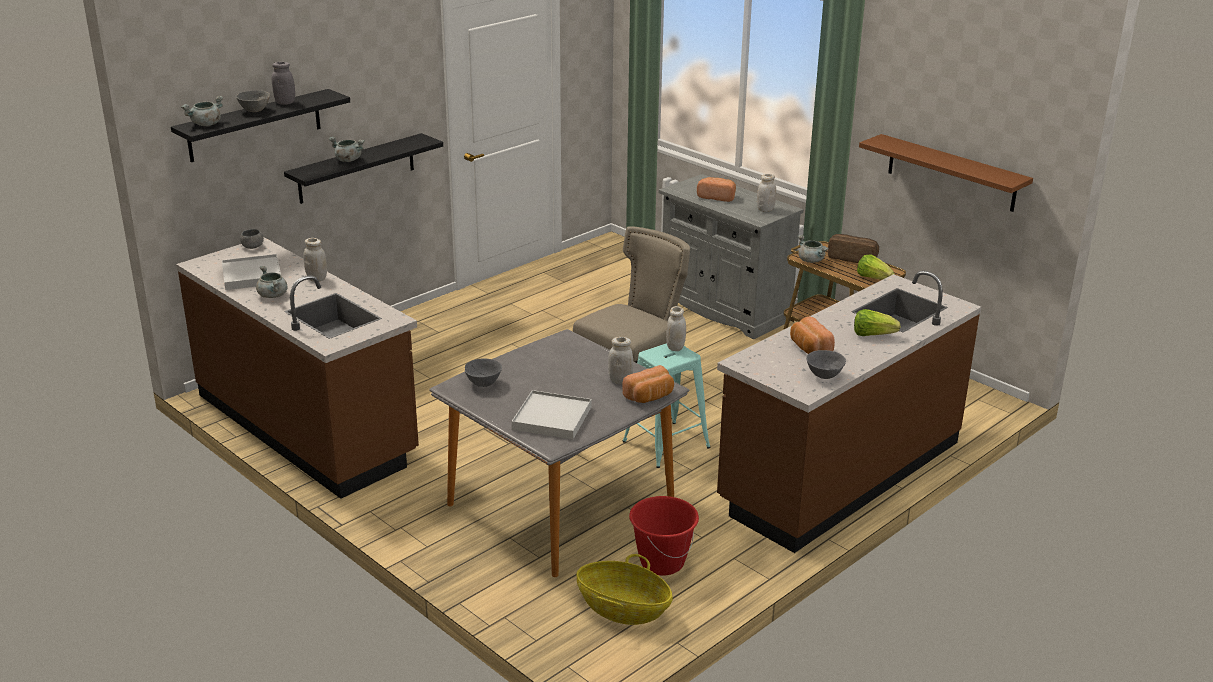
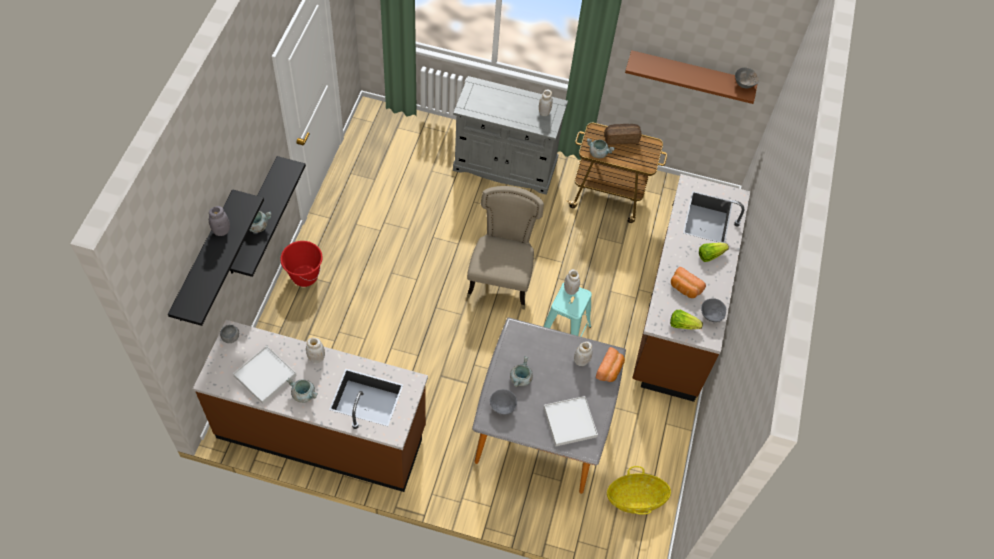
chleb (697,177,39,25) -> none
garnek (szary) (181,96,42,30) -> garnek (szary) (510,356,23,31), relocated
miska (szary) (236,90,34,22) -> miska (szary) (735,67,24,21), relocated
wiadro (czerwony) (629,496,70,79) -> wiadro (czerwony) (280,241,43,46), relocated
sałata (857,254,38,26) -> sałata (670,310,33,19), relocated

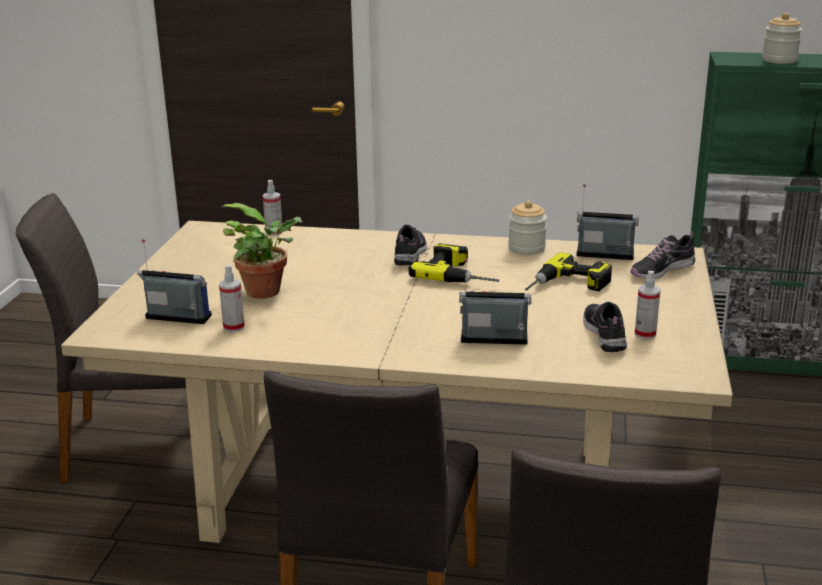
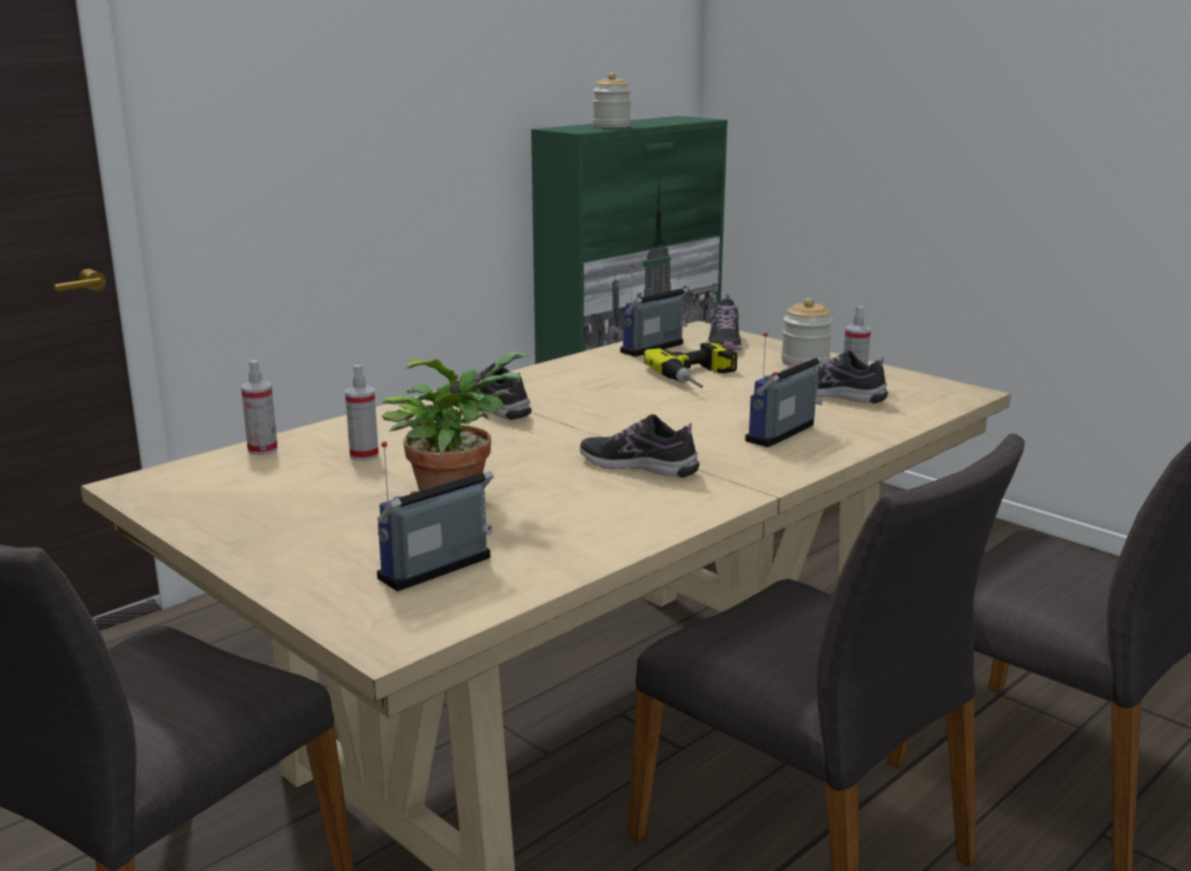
wiertarka (409,244,90,38) -> none
none -> but (580,414,119,64)
spryskiwacz (219,265,26,67) -> spryskiwacz (345,365,34,96), relocated
słoik (508,201,39,54) -> słoik (781,298,52,69), relocated

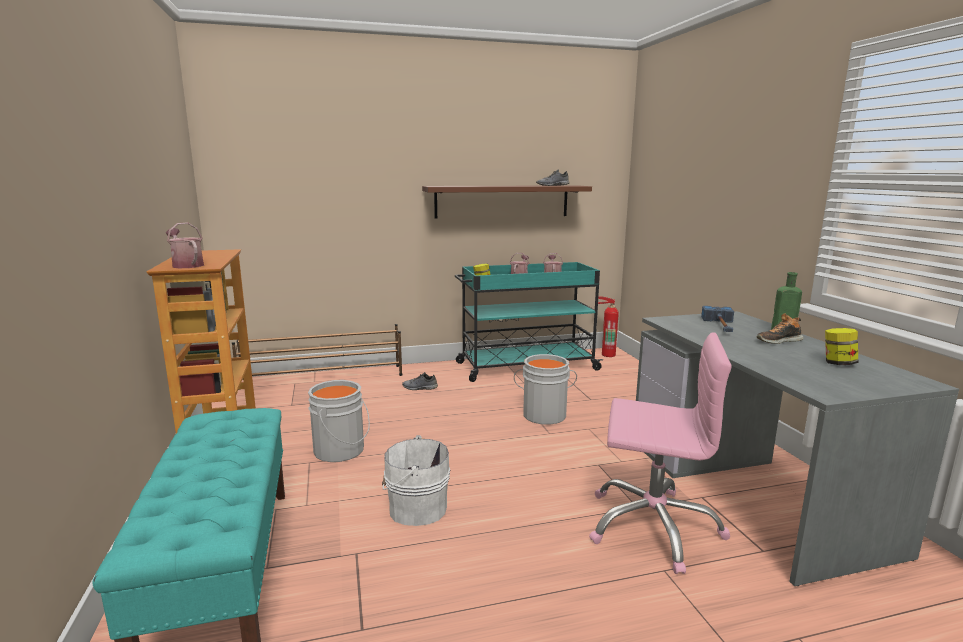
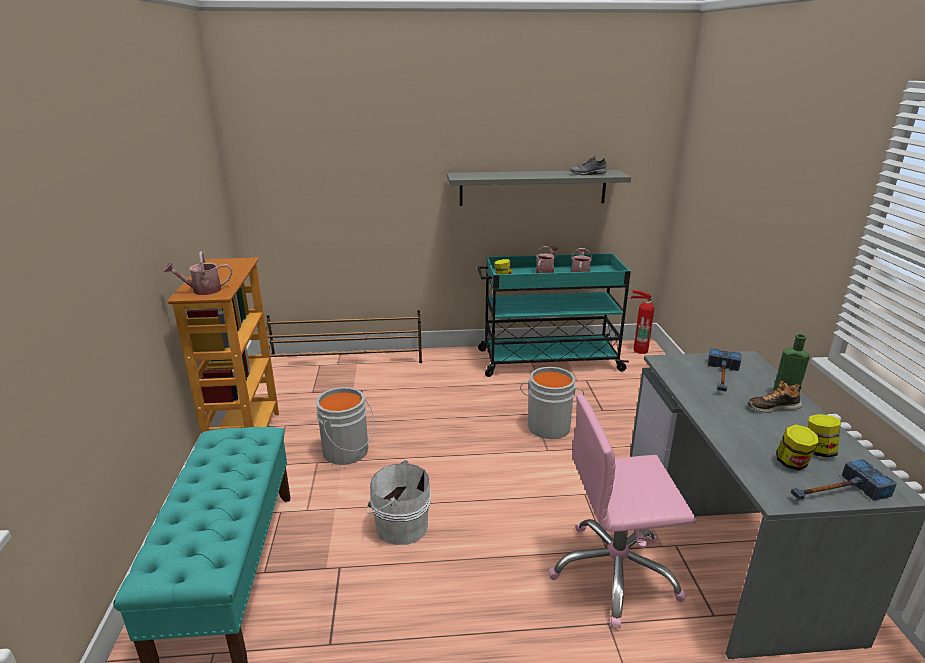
but (szary) (402,372,36,18) -> none
none -> słoik (776,424,42,47)
none -> młotek (791,459,106,42)
półka (brązowy) (422,185,170,33) -> półka (szary) (447,170,184,36)
konewka (166,222,38,46) -> konewka (163,251,69,44), 75 degrees counterclockwise
krzesło biurowe (różowy) (589,332,143,242) -> krzesło biurowe (różowy) (548,394,148,234), 150 degrees clockwise

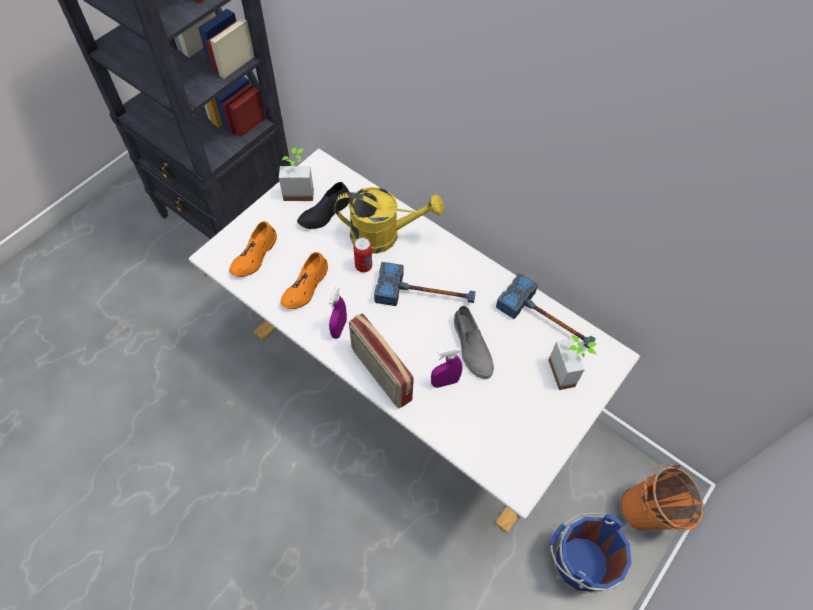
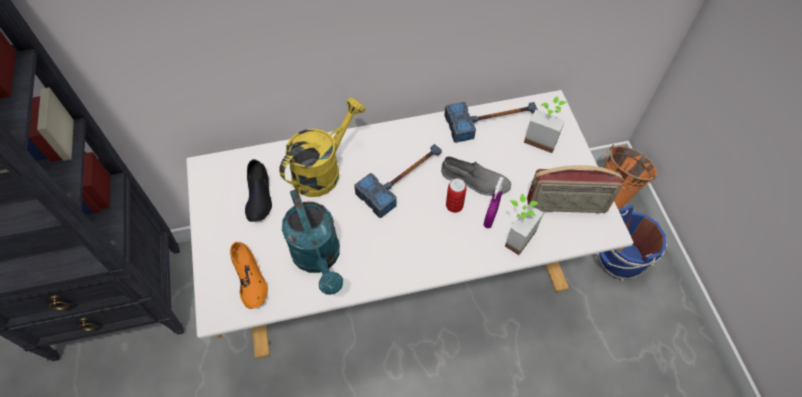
spryskiwacz (fioletowy) (329,286,18,53) -> none
roślina doniczkowa (279,147,35,54) -> roślina doniczkowa (505,194,39,61), relocated
radio (349,313,65,95) -> radio (527,165,96,48), relocated
puszka (354,237,18,36) -> puszka (446,178,21,35), relocated
but (pomarańczowy) (280,252,48,57) -> konewka (turkusowy) (282,189,61,106)

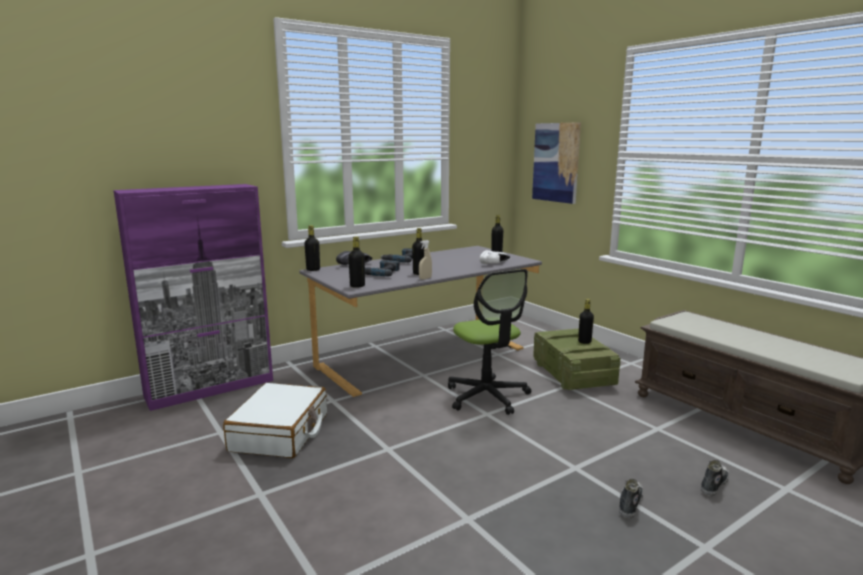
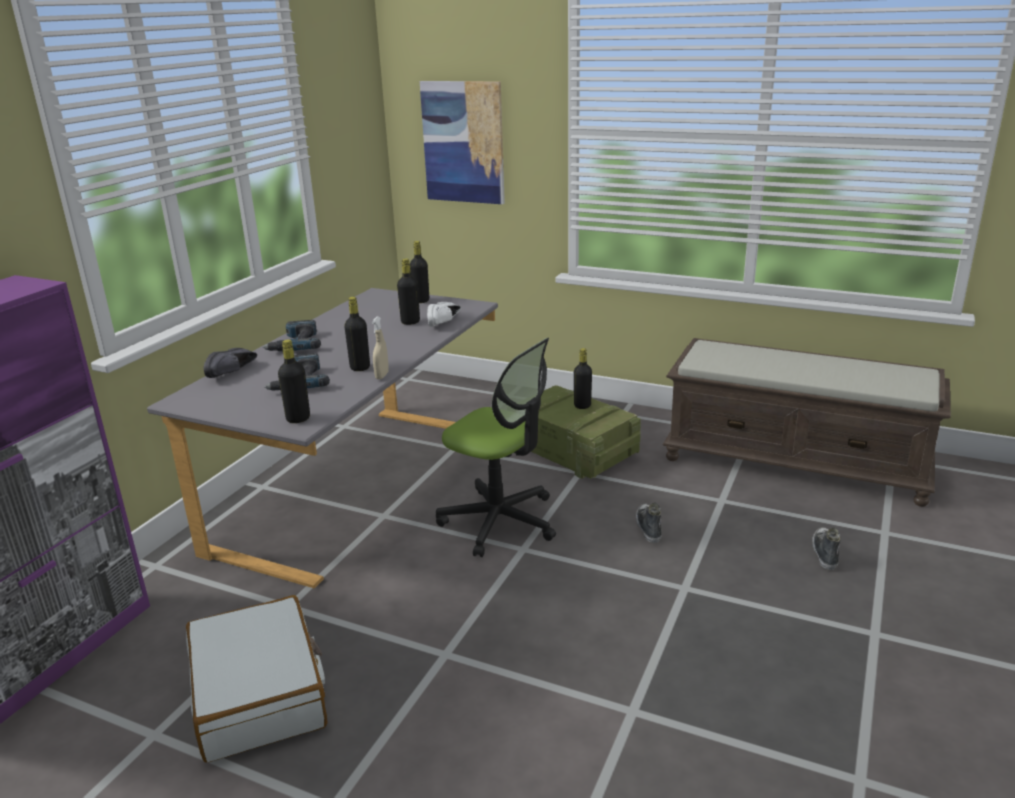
butelka (czarny) (304,225,16,46) -> butelka (czarny) (397,259,23,66), relocated
but (619,479,24,40) -> but (636,503,26,40), relocated

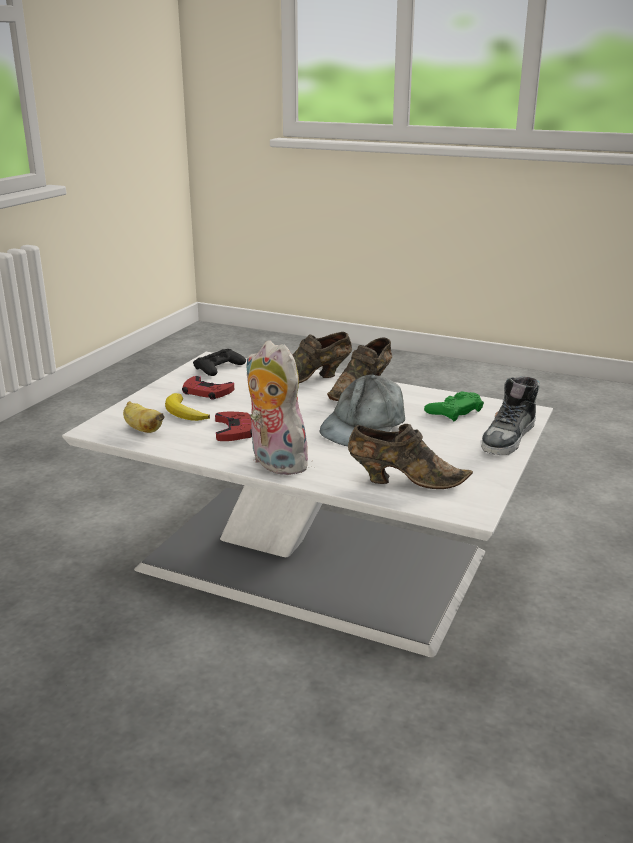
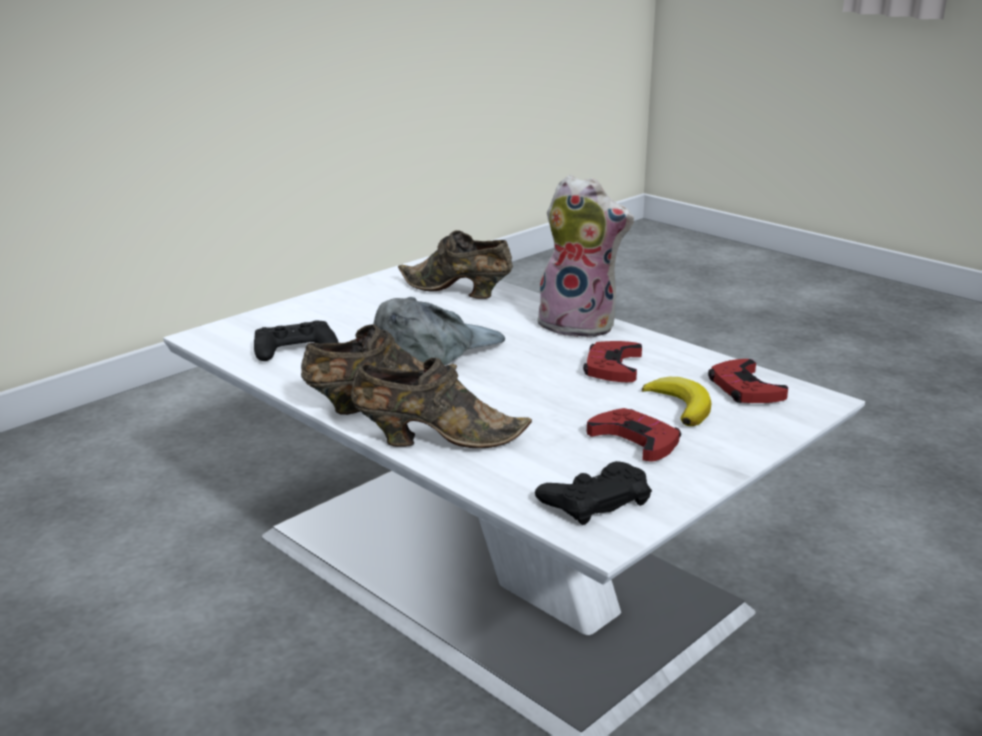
but (481,376,59,79) -> none
banan (123,401,42,32) -> pad do gier (czerwony) (708,359,80,44)
pad do gier (zielony) (424,391,60,30) -> pad do gier (czarny) (254,320,85,41)
pluszak (246,340,63,135) -> pluszak (534,175,100,163), 45 degrees counterclockwise

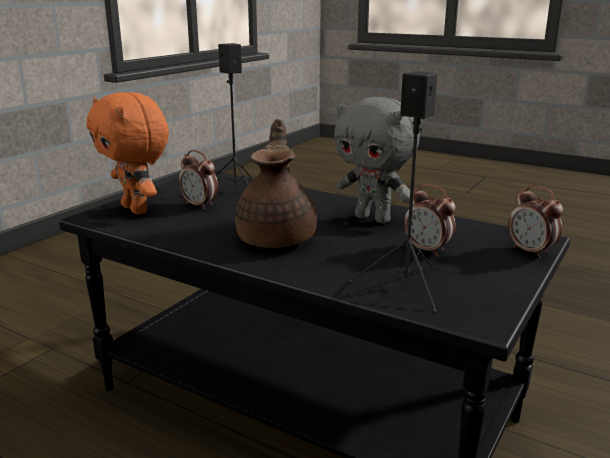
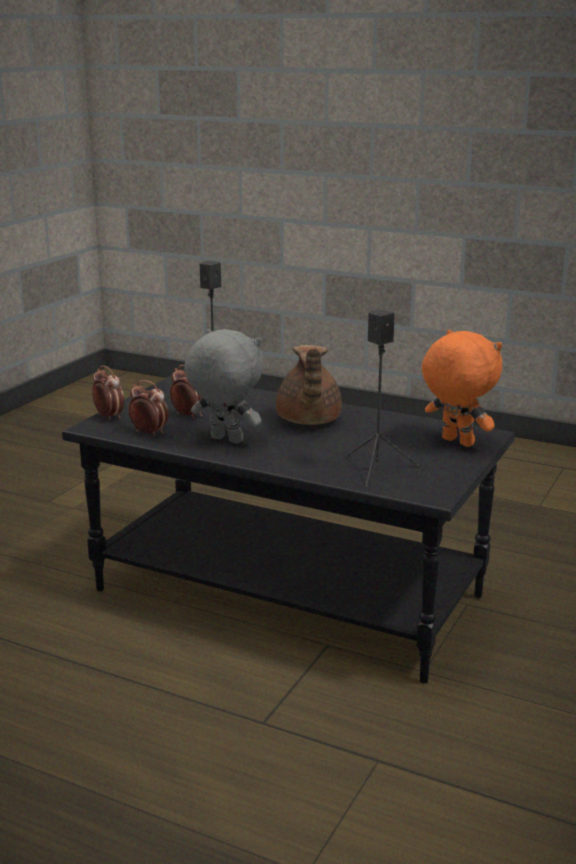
budzik (179,150,39,60) -> budzik (129,380,39,56), relocated

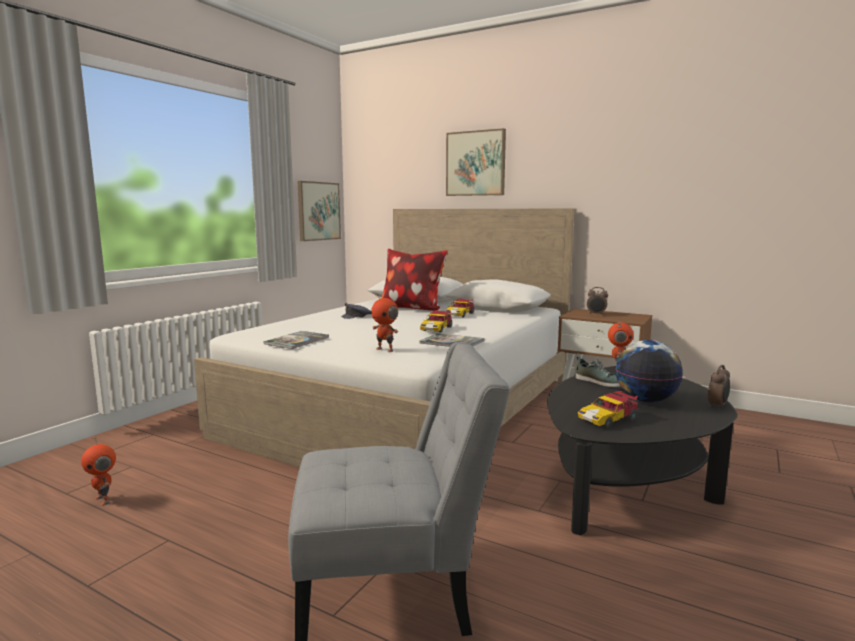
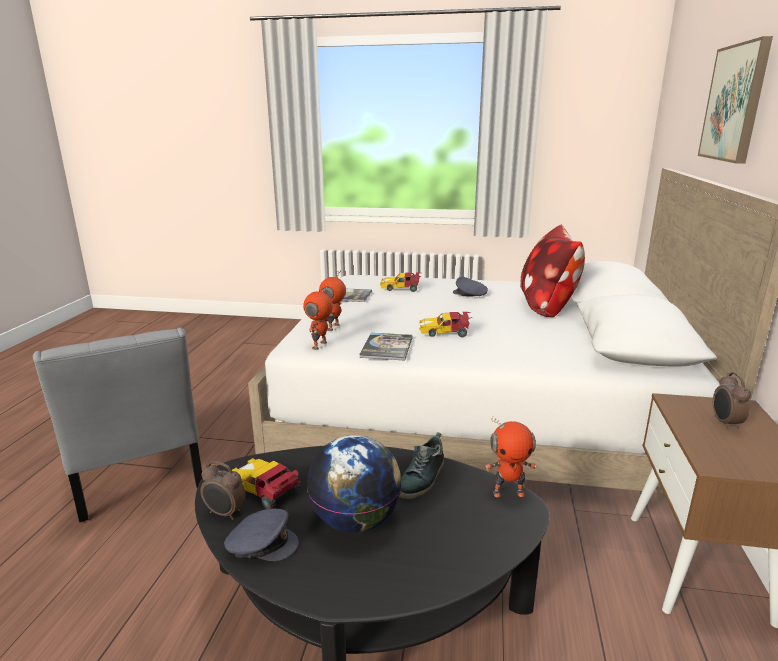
obraz (297,181,44,60) -> none
none -> czapka z daszkiem (szary) (224,508,75,53)
robot zabawkowy (81,436,35,70) -> robot zabawkowy (303,284,30,66), relocated
samochodzik (446,298,28,19) -> samochodzik (380,273,41,19), relocated
budzik (708,365,22,44) -> budzik (200,461,46,59), relocated

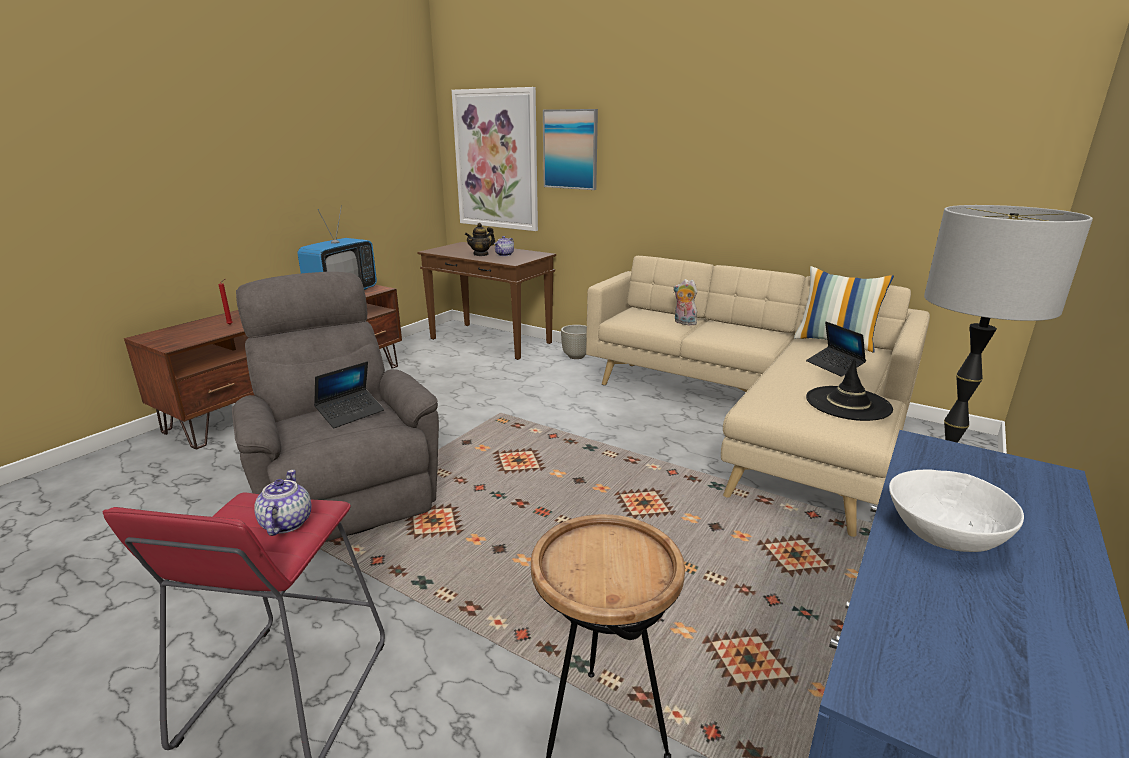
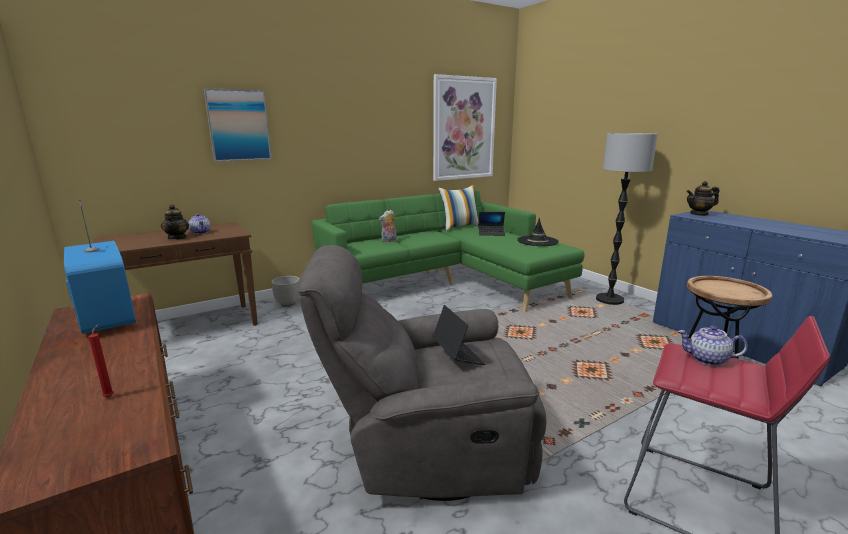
miska (biały) (889,470,135,82) -> none
none -> imbryk (686,181,34,35)
obraz (452,87,86,144) -> obraz (433,74,64,107), relocated
kanapa (beżowy) (586,256,344,281) -> kanapa (zielony) (312,190,272,122)

